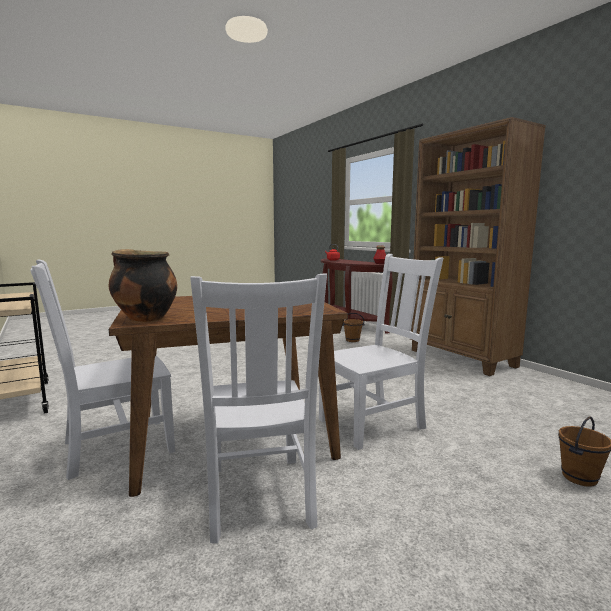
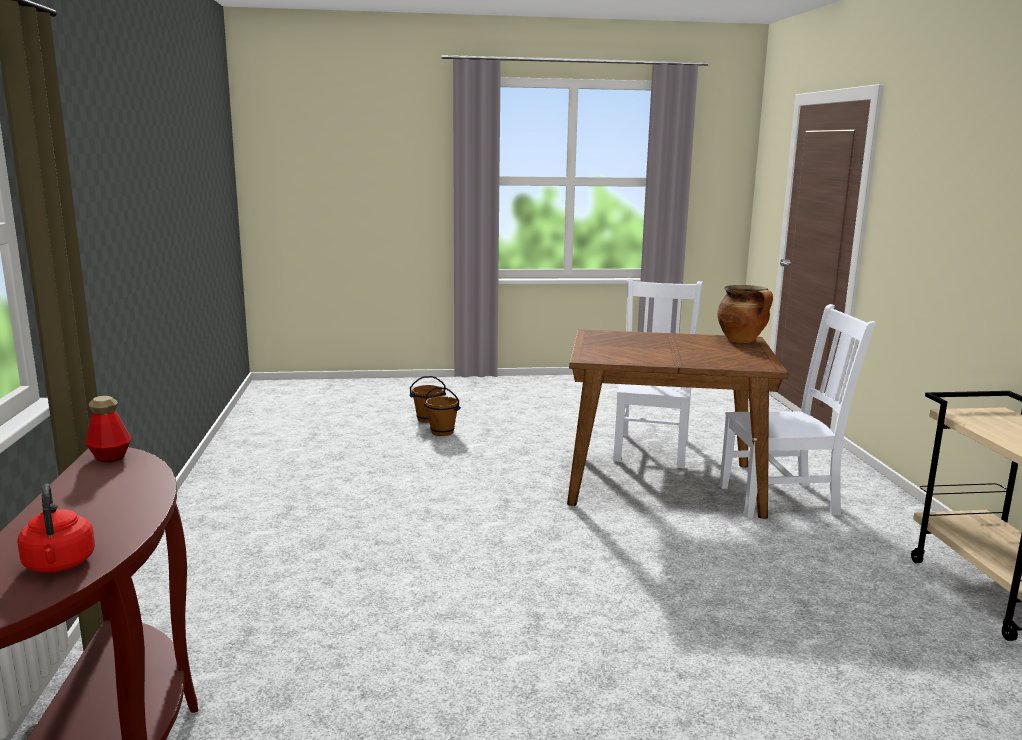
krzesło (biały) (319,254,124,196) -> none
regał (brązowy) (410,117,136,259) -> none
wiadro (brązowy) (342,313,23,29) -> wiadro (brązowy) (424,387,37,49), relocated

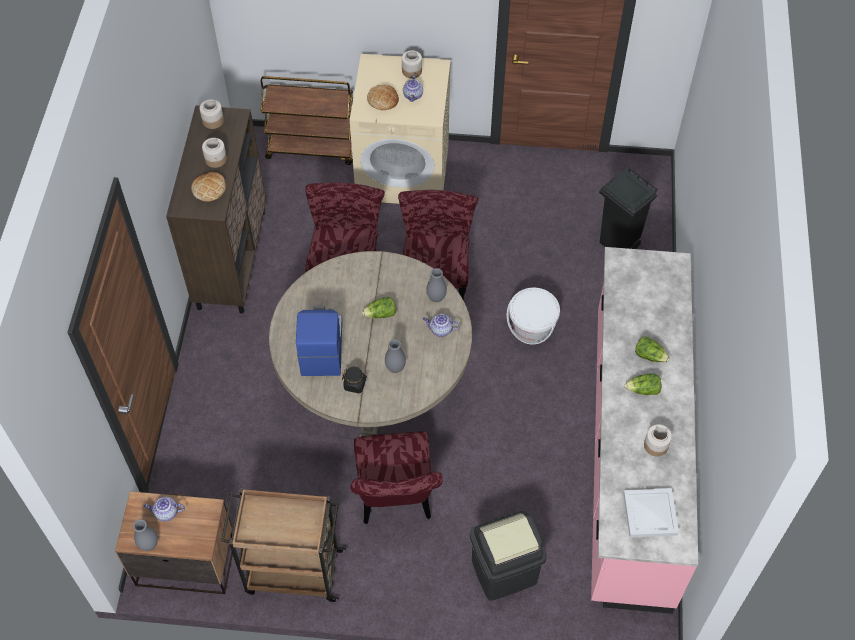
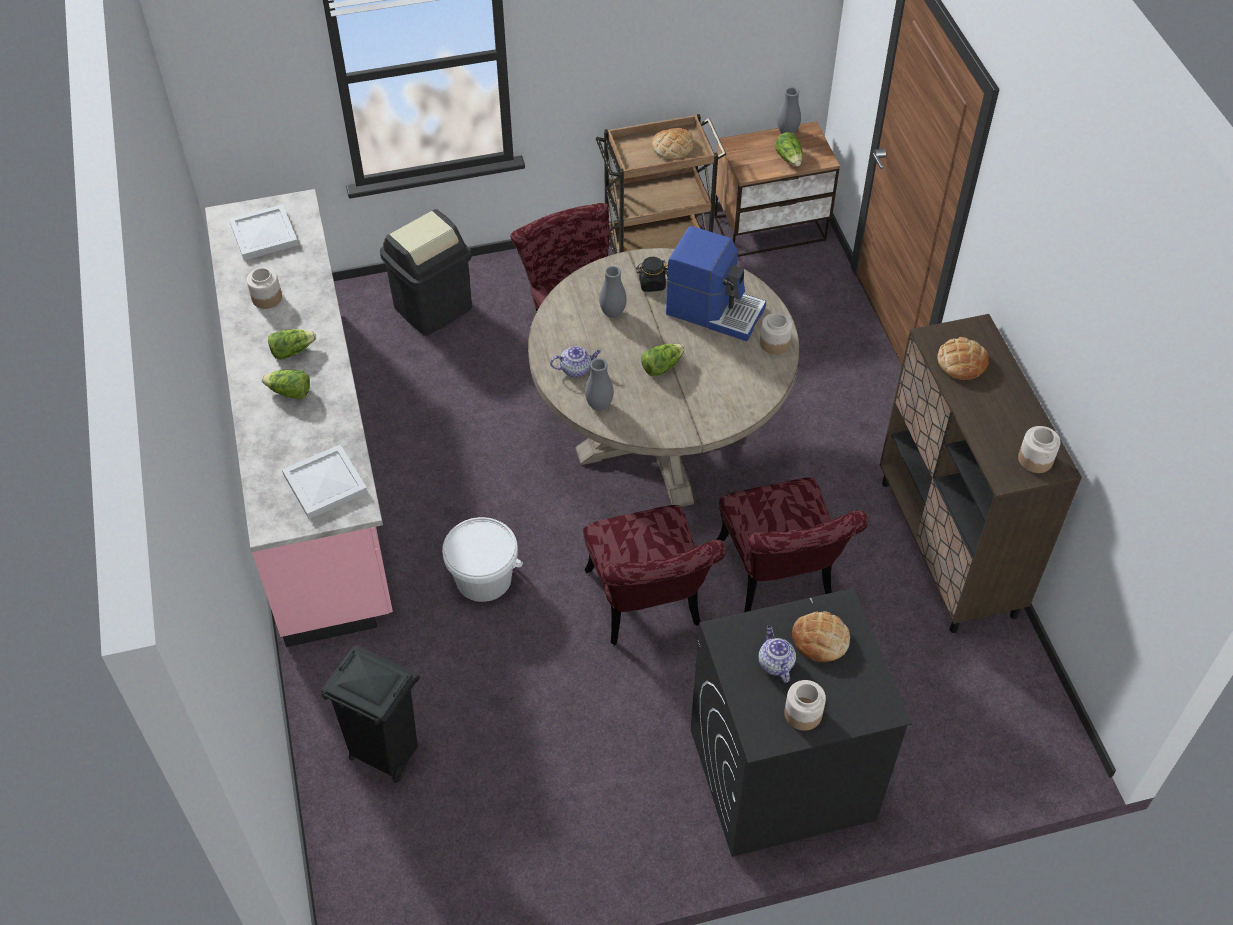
wózek (brązowy) (261,76,92,89) -> none
none -> taca (biały) (282,445,86,74)
none -> chleb (652,128,42,32)
słoik (202,138,25,30) -> słoik (760,313,33,41), relocated
imbryk (144,497,41,24) -> sałata (775,132,28,34)
pralka (beżowy) (350,54,101,150) -> pralka (czarny) (691,588,221,269)
ekspres do kawy (296,306,46,70) -> ekspres do kawy (666,226,100,115), 45 degrees counterclockwise

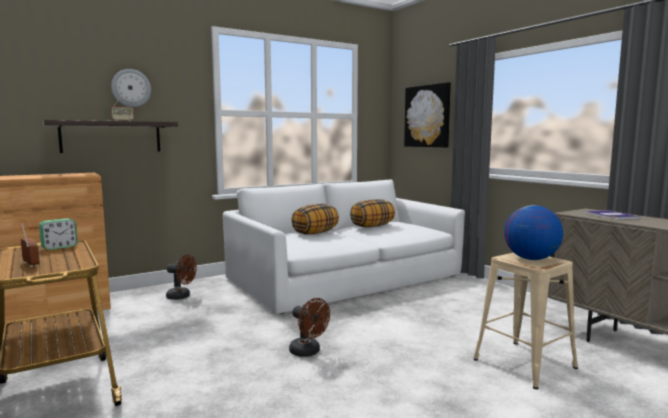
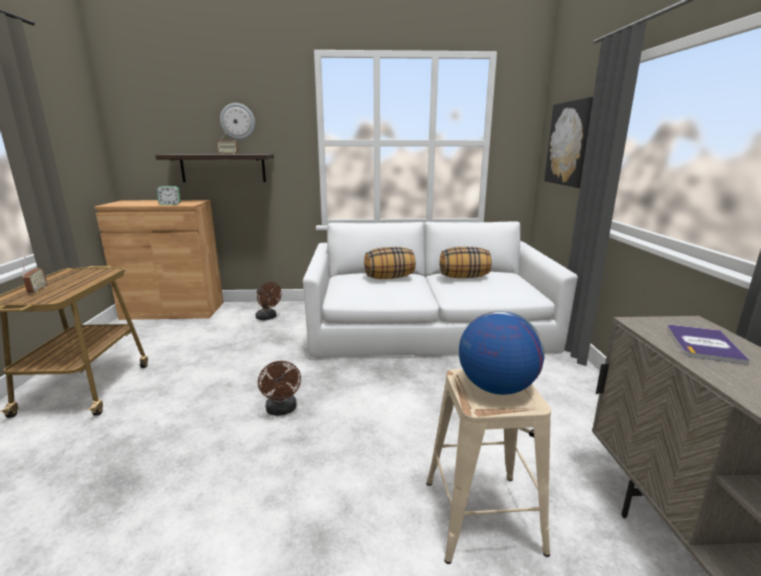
budzik (39,218,39,32) -> budzik (156,186,25,19), relocated

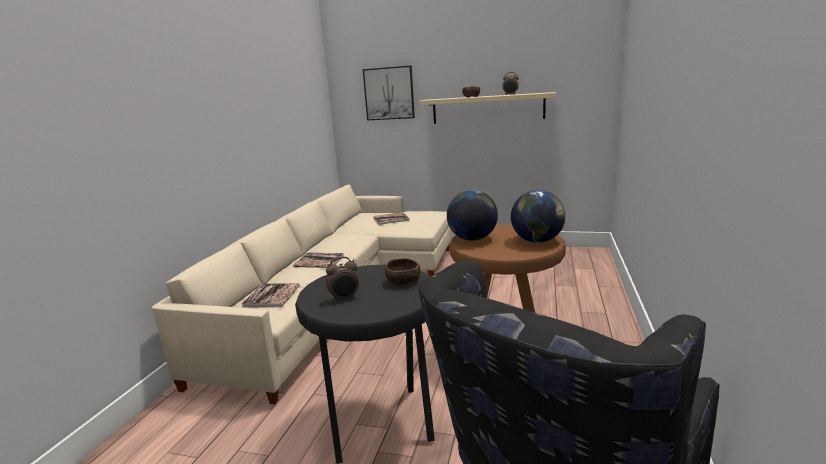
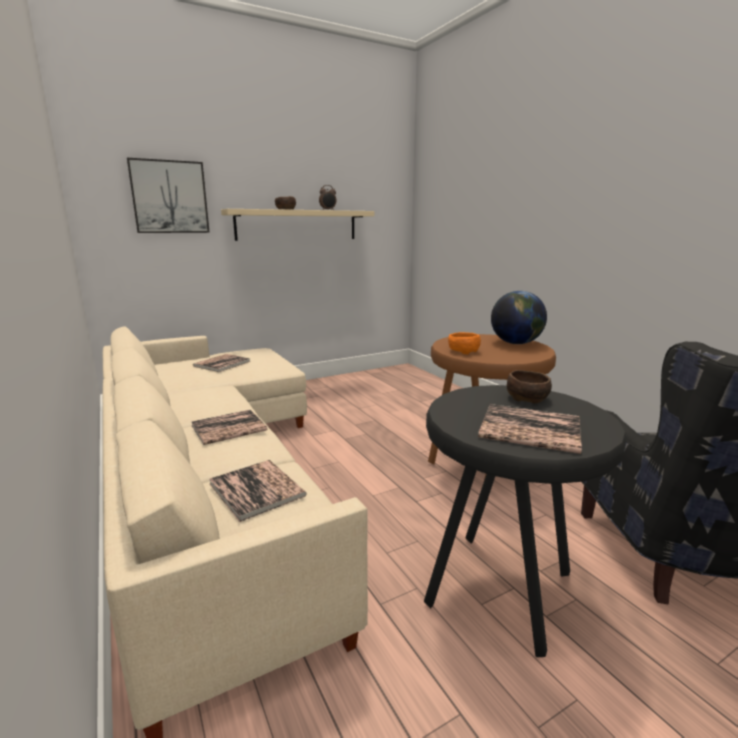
budzik (326,257,33,45) -> książka (478,404,104,50)
globus (447,190,51,51) -> miska (pomarańczowy) (448,332,33,22)

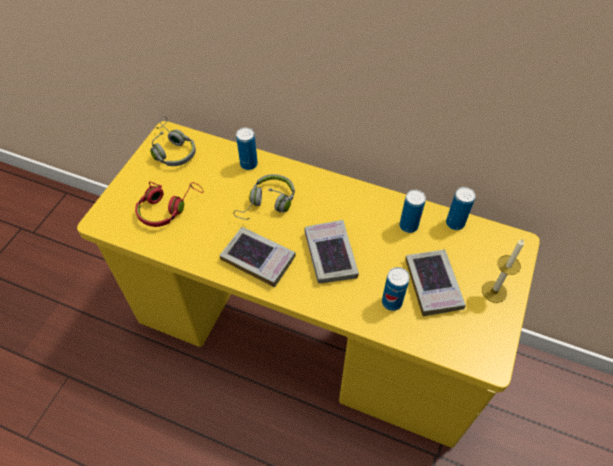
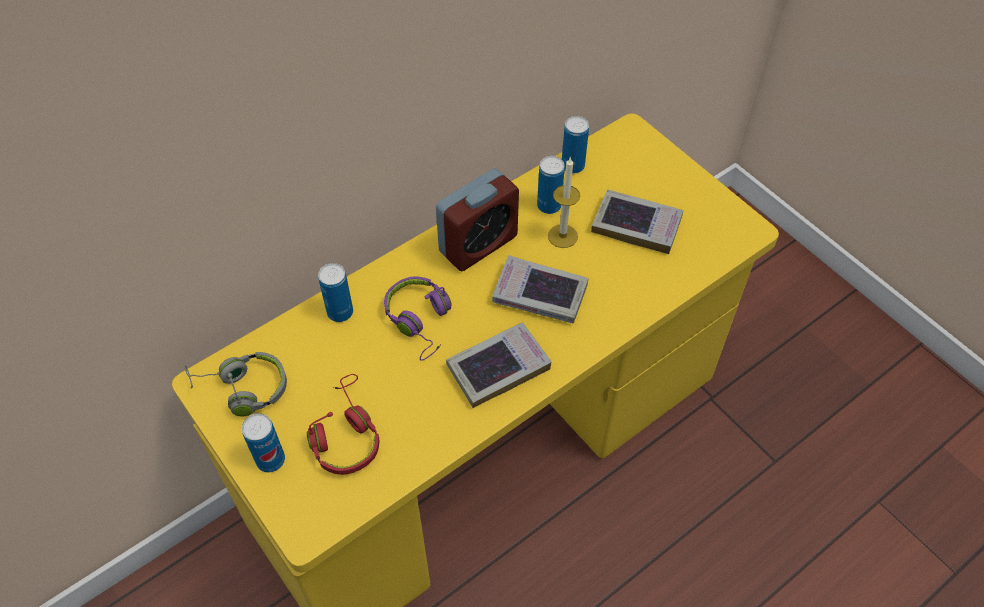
none -> budzik (436,168,83,103)
puszka (382,267,28,44) -> puszka (242,413,43,60), relocated
świeca (482,238,42,65) -> świeca (548,158,32,90), relocated
słuchawki (szary) (233,174,62,46) -> słuchawki (fioletowy) (384,277,68,84)

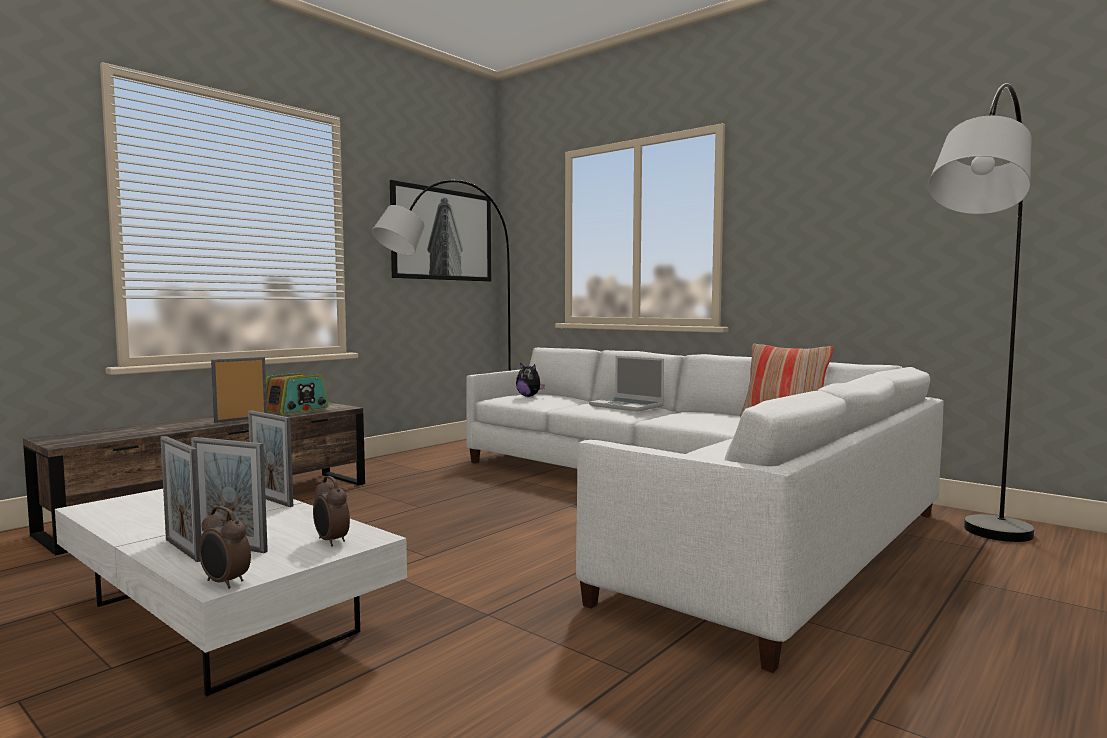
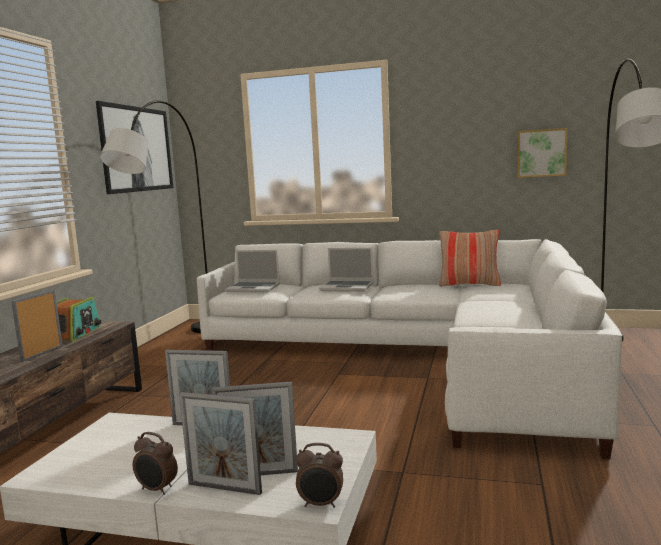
none -> obraz (517,128,50,50)
budzik (313,476,37,70) -> budzik (133,432,45,63), relocated
pluszak (516,363,29,34) -> laptop (225,250,55,42)

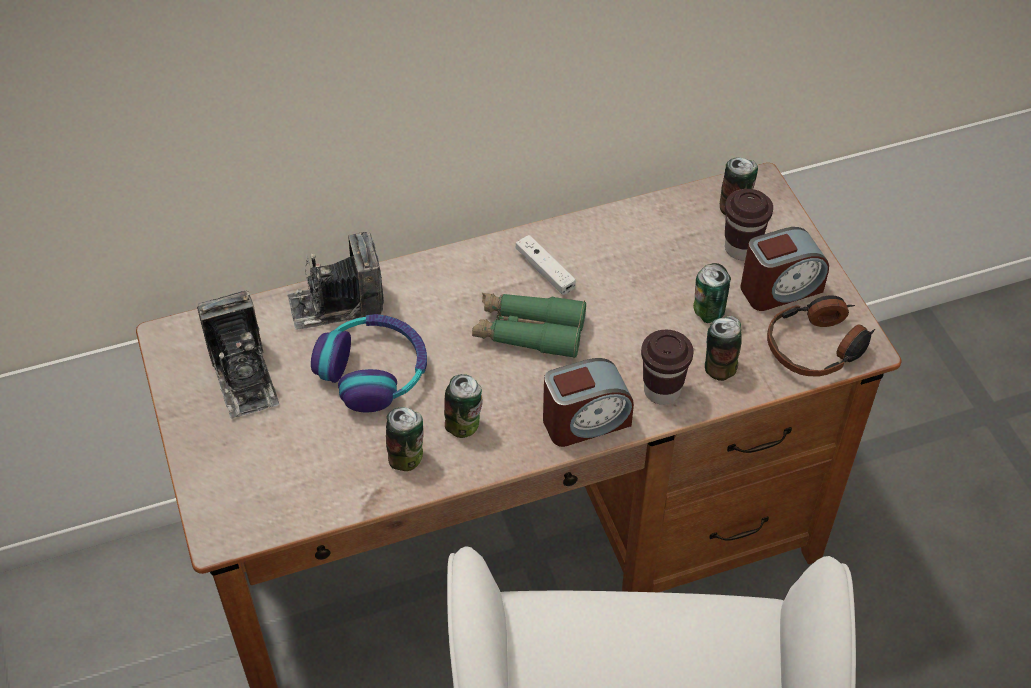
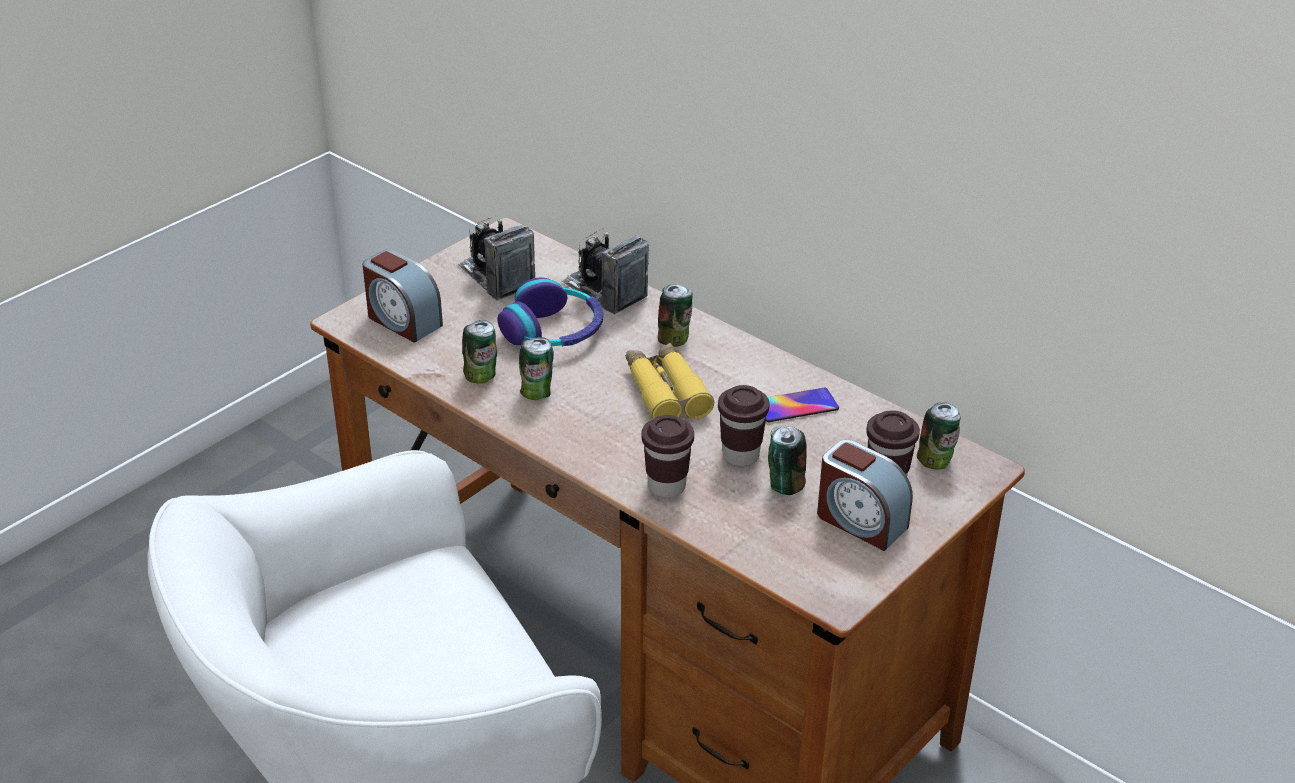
pad do gier (biały) (516,235,60,60) -> none
słuchawki (767,295,108,82) -> none
none -> filiżanka (brązowy) (718,385,52,81)
none -> telefon (766,388,73,34)
budzik (543,358,91,89) -> budzik (362,250,81,93), relocated
puszka (705,316,37,65) -> puszka (658,284,35,63), relocated
lornetka (zielony) (472,293,114,65) -> lornetka (żółty) (626,343,88,76)
aparat fotograficzny (197,290,82,130) -> aparat fotograficzny (458,215,77,86), 105 degrees clockwise

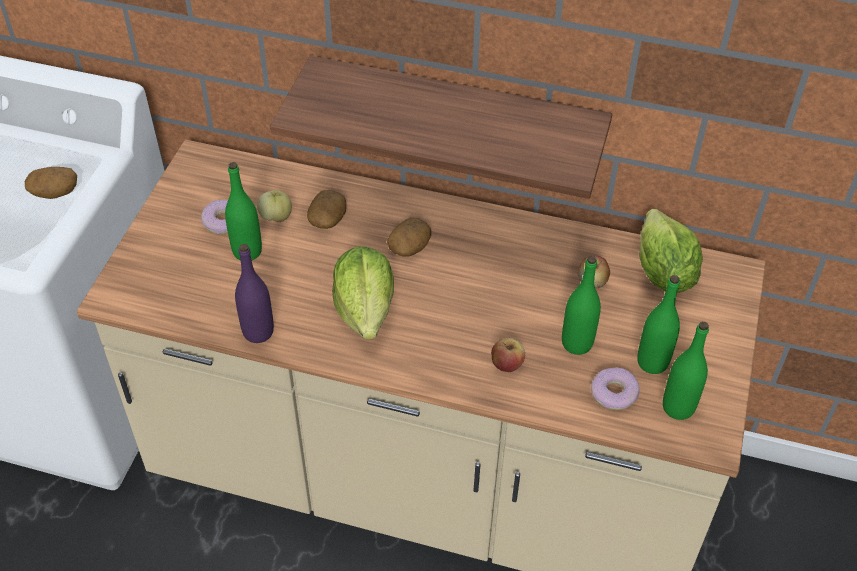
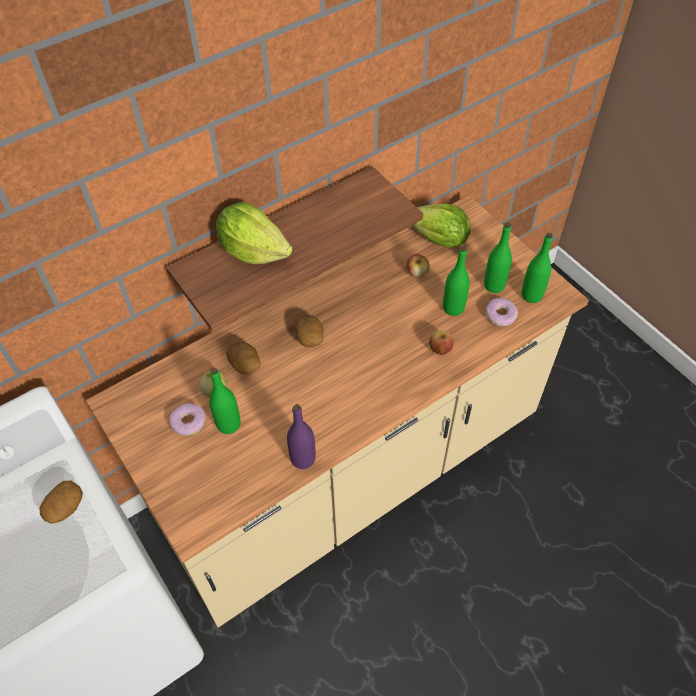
sałata (332,246,62,94) -> sałata (216,202,76,62), relocated

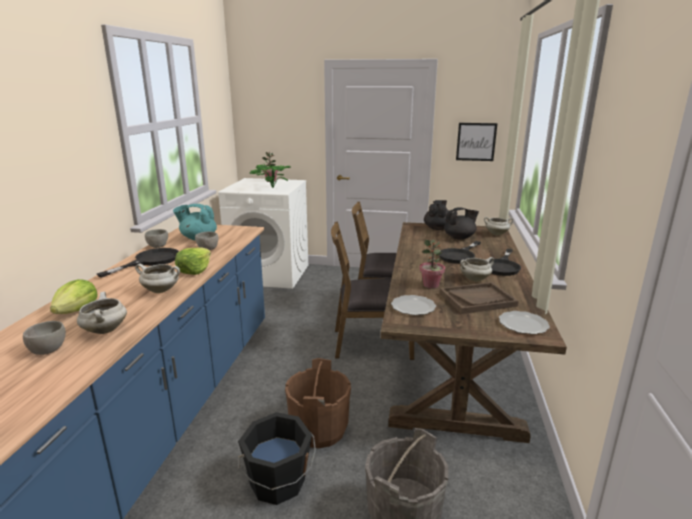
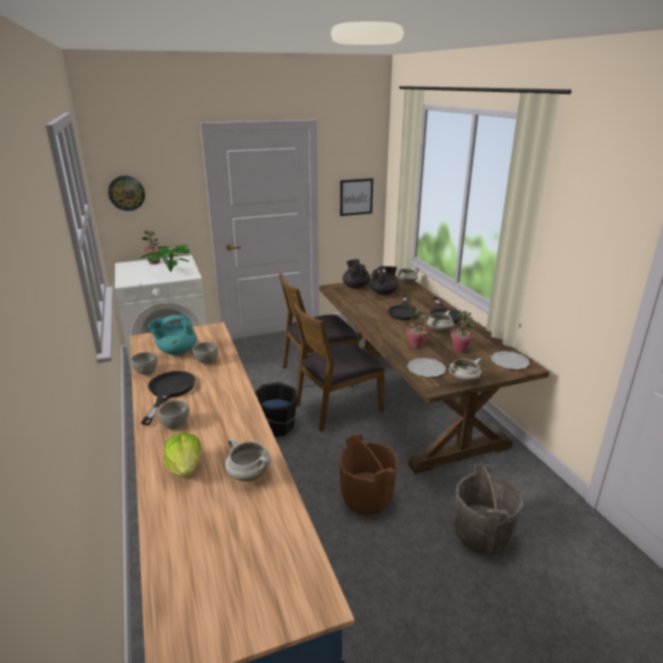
sałata (175,247,36,28) -> none
none -> zegar ścienny (108,176,37,35)
miska (szary) (23,321,43,34) -> miska (szary) (158,401,31,29), relocated
garnek (biały) (135,264,45,29) -> garnek (biały) (449,358,34,26), relocated
wiadro (czarny) (238,412,78,93) -> wiadro (czarny) (255,382,43,55), relocated
taca (brązowy) (439,282,80,32) -> roślina doniczkowa (451,310,24,43)

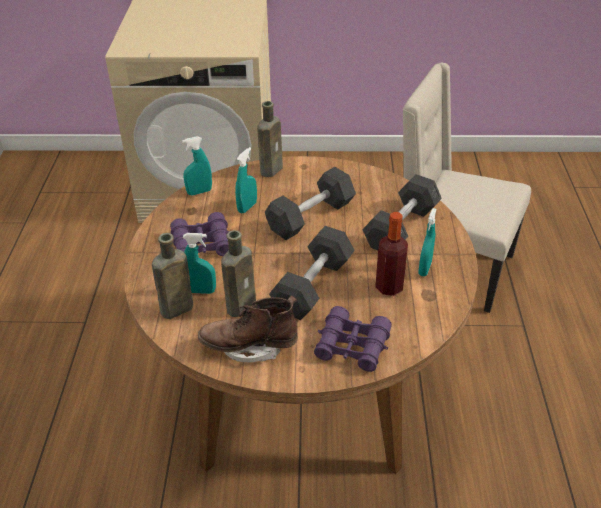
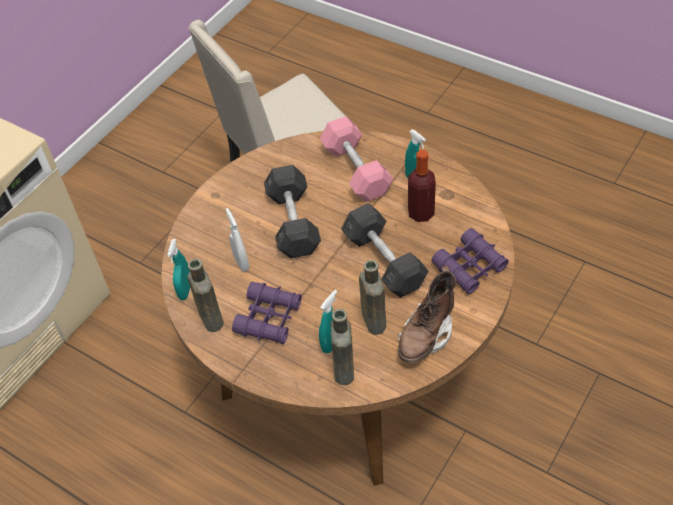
butelka (brązowy) (257,101,26,76) -> butelka (brązowy) (187,259,37,73), relocated
spryskiwacz (turkusowy) (235,147,22,66) -> spryskiwacz (biały) (226,208,23,64)
hantel (szary) (362,174,80,76) -> hantel (różowy) (320,116,73,86)

